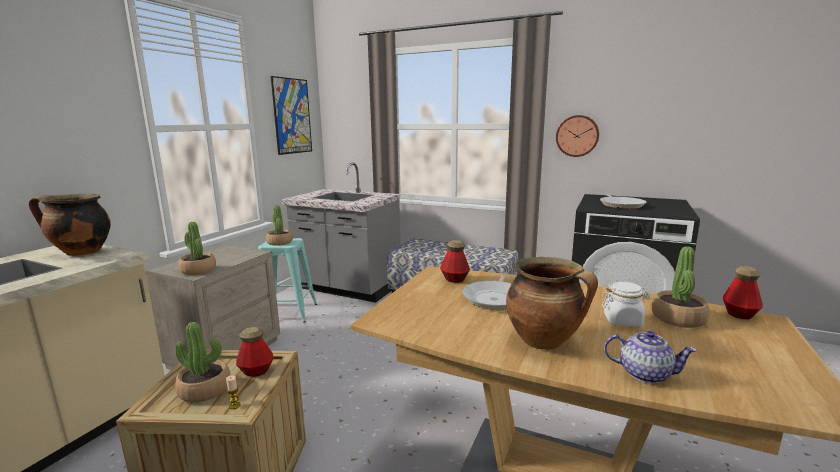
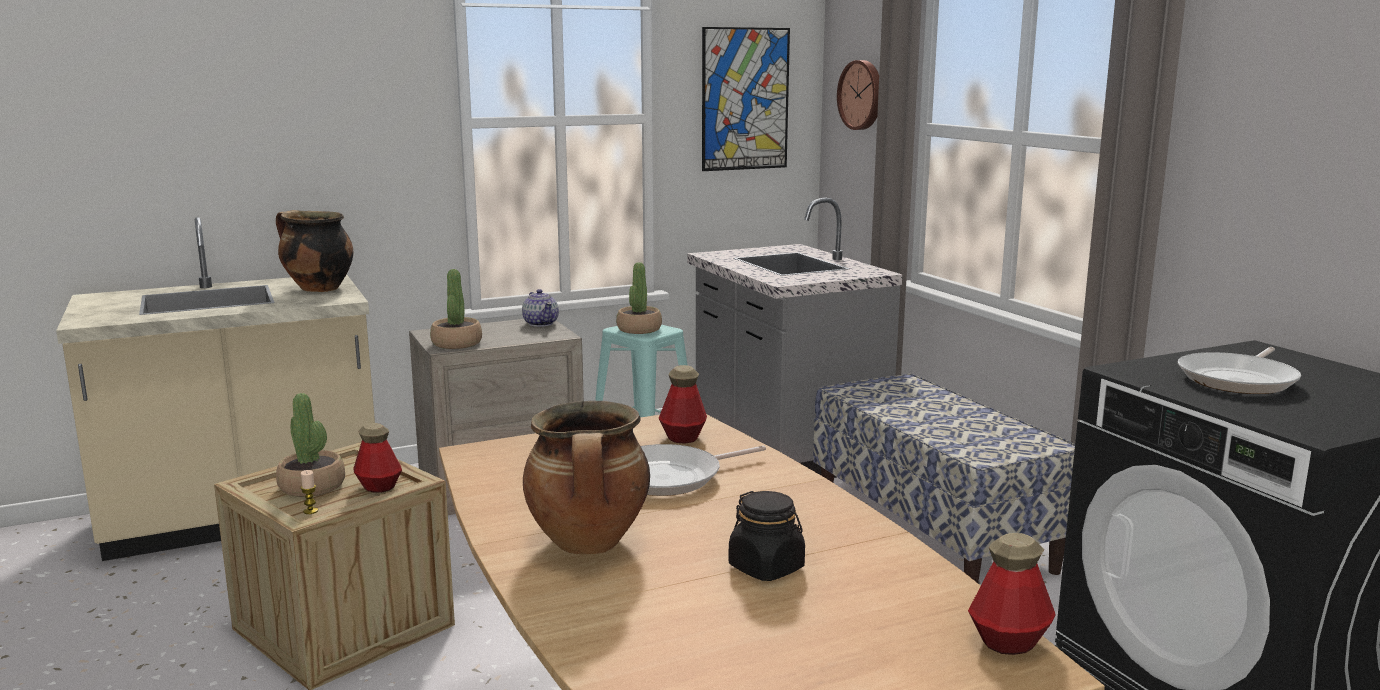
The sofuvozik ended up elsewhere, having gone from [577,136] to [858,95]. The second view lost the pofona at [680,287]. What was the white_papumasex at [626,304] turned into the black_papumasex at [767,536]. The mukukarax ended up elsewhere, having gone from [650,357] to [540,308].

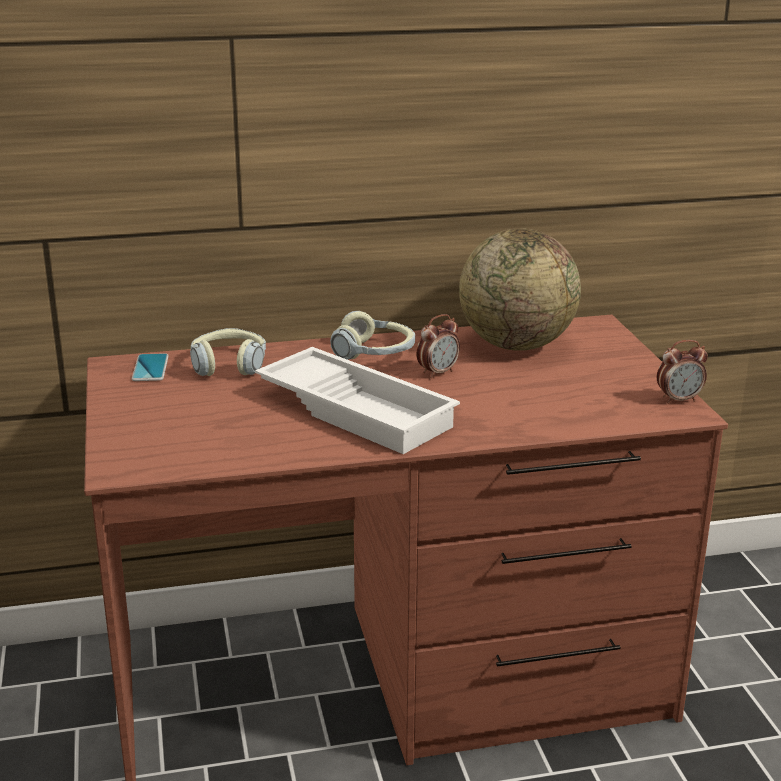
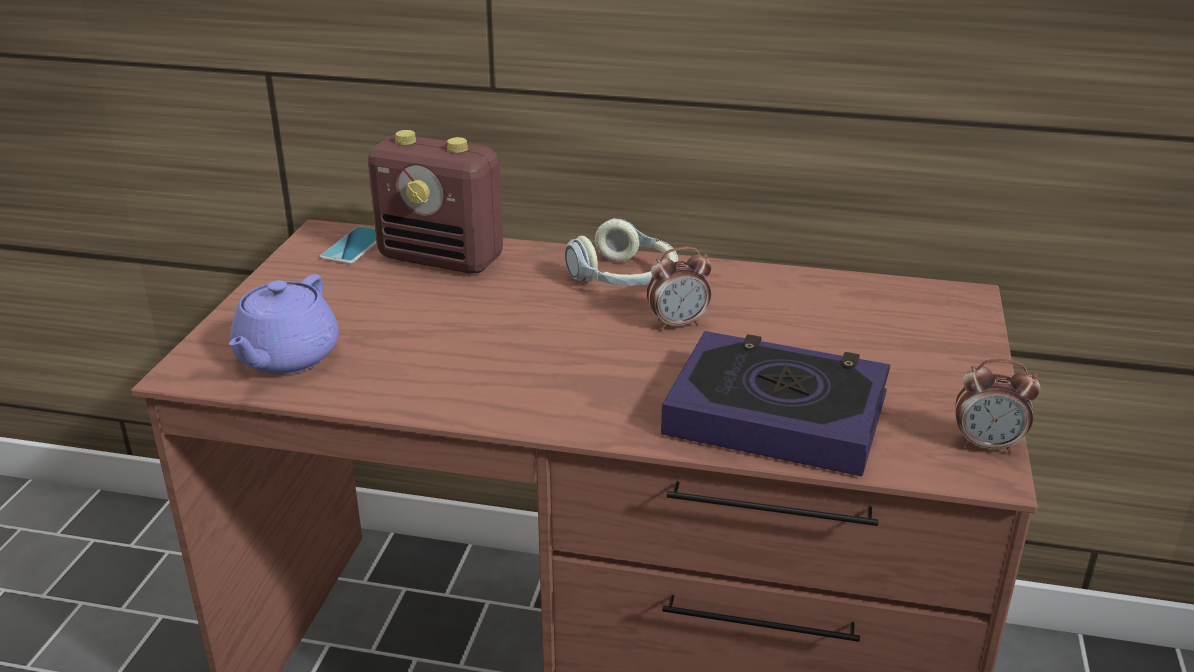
The second view lost the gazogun at [520,289]. Where the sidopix stood at [228,352], the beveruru came to stand at [435,202]. The second view lost the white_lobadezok at [357,400]. The second view gained the purple_mukukarax at [284,324]. The second view gained the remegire at [775,403].

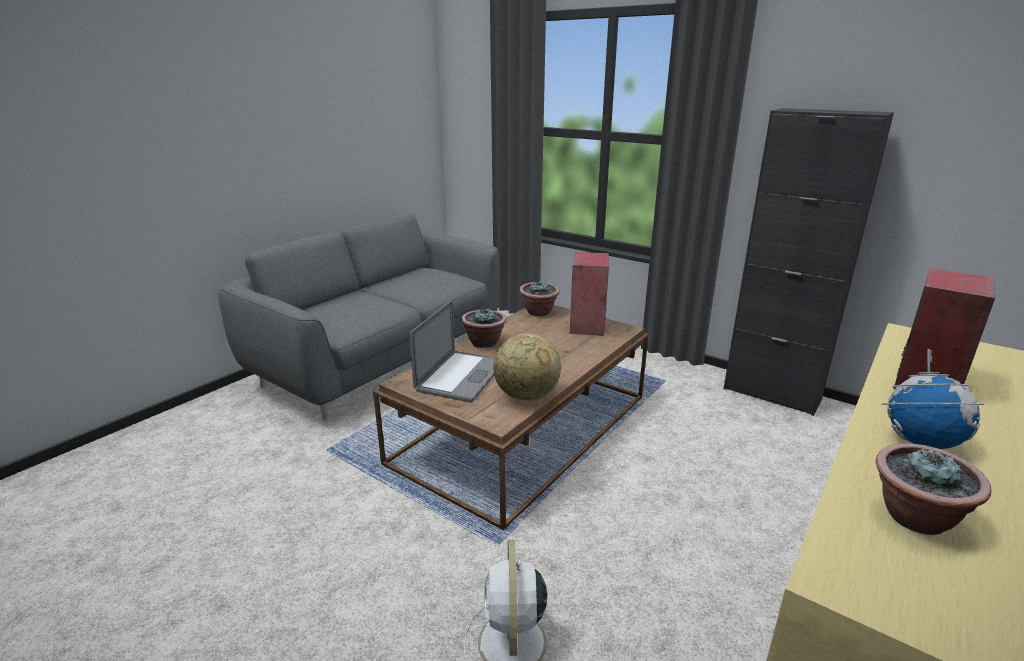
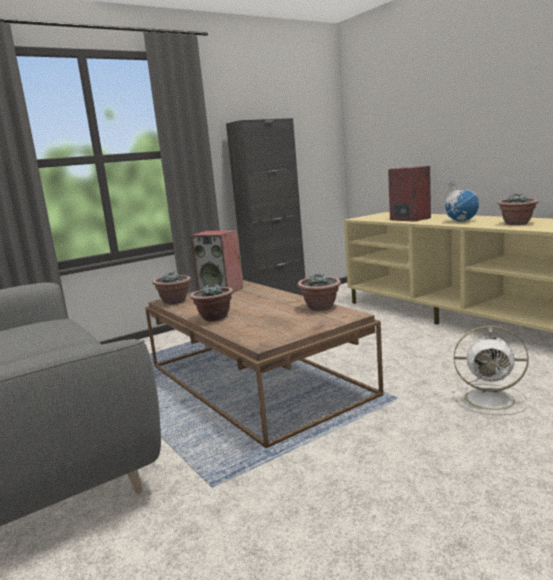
The second view lost the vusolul at [451,351]. Where the gazogun stood at [527,367], the pofona came to stand at [319,292].

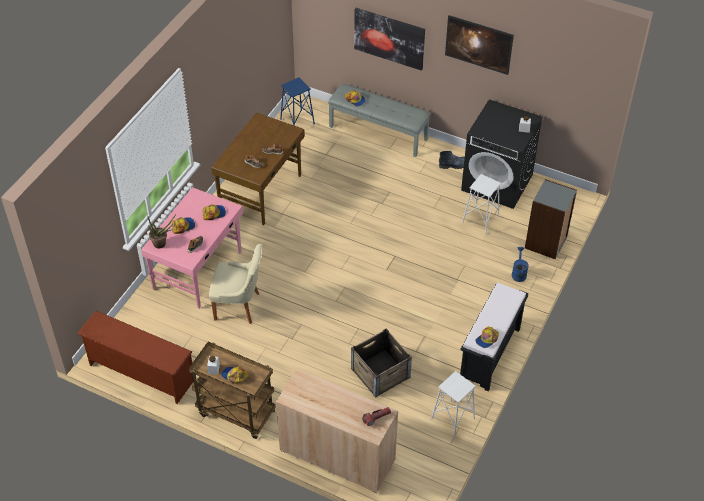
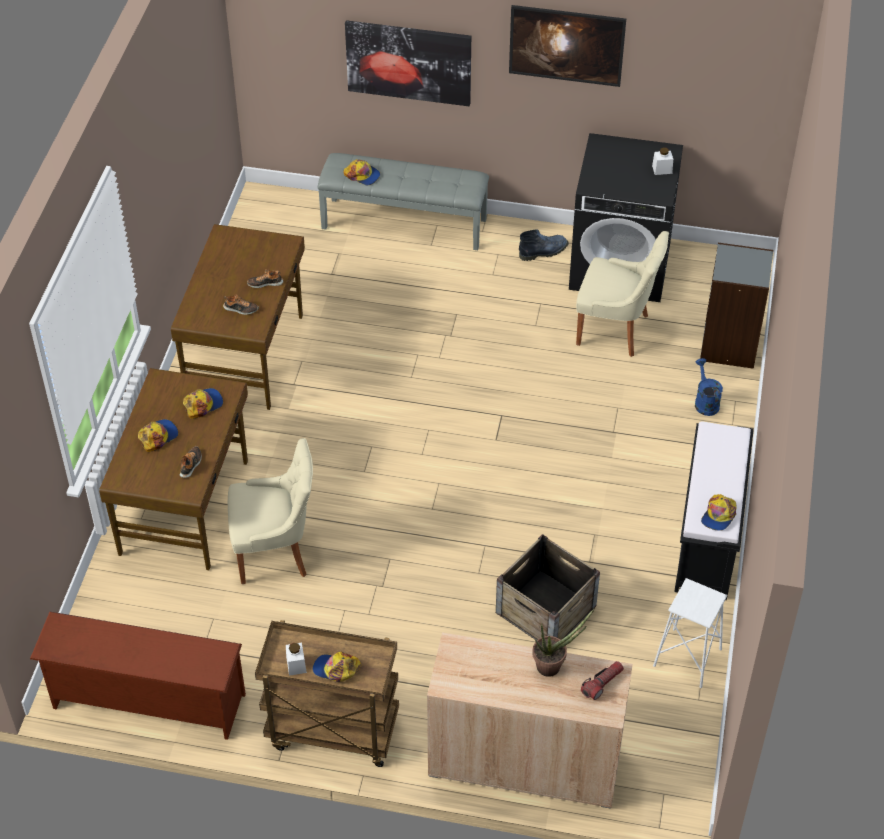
The second view lost the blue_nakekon at [297,101]. Where the white_nakekon stood at [481,204], the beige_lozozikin came to stand at [622,294]. What was the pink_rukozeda at [192,247] turned into the brown_rukozeda at [173,469]. The pofona ended up elsewhere, having gone from [161,231] to [563,642].

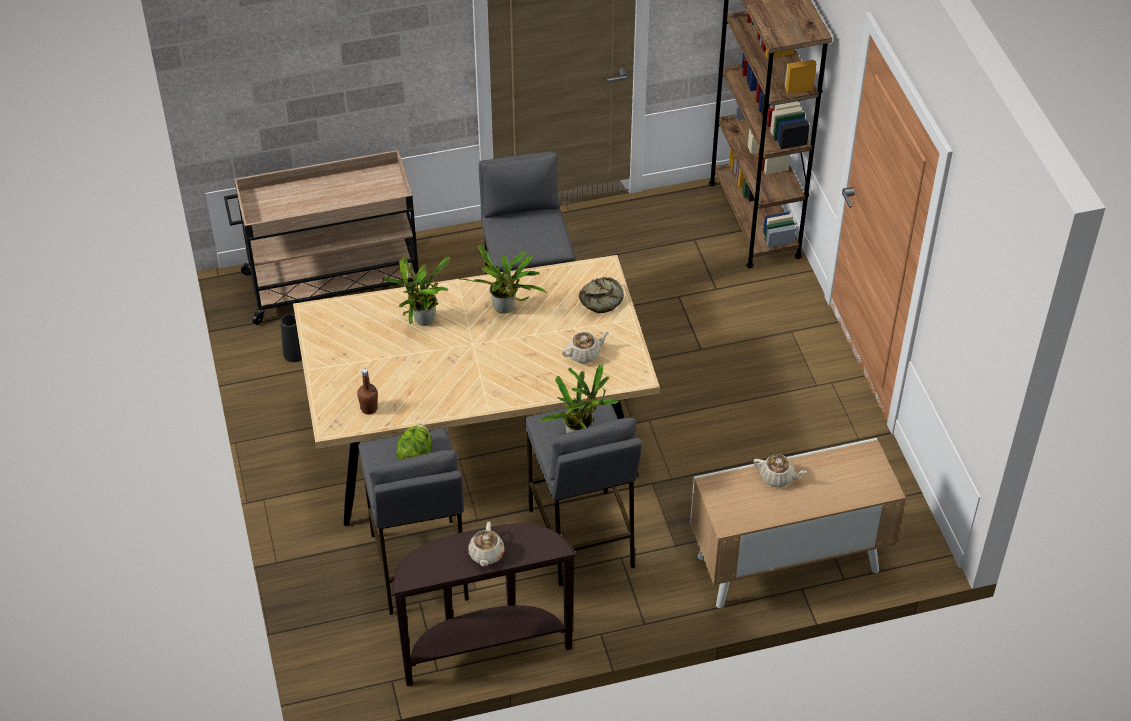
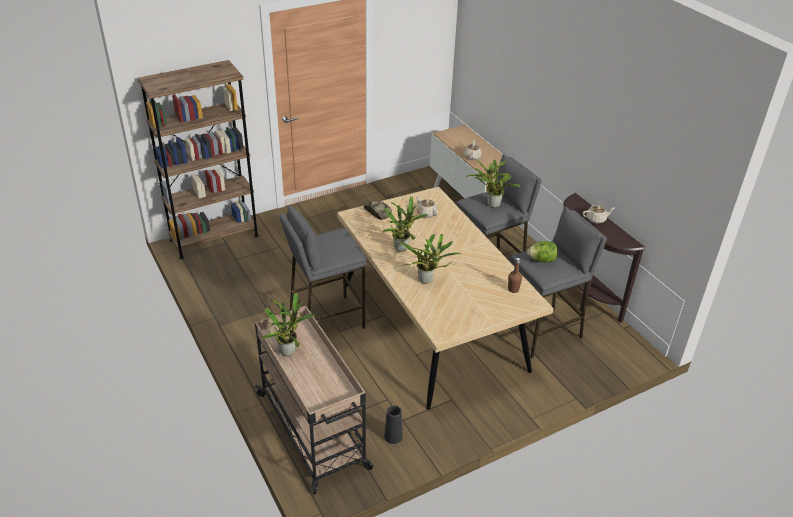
The second view gained the pofona at [287,324].

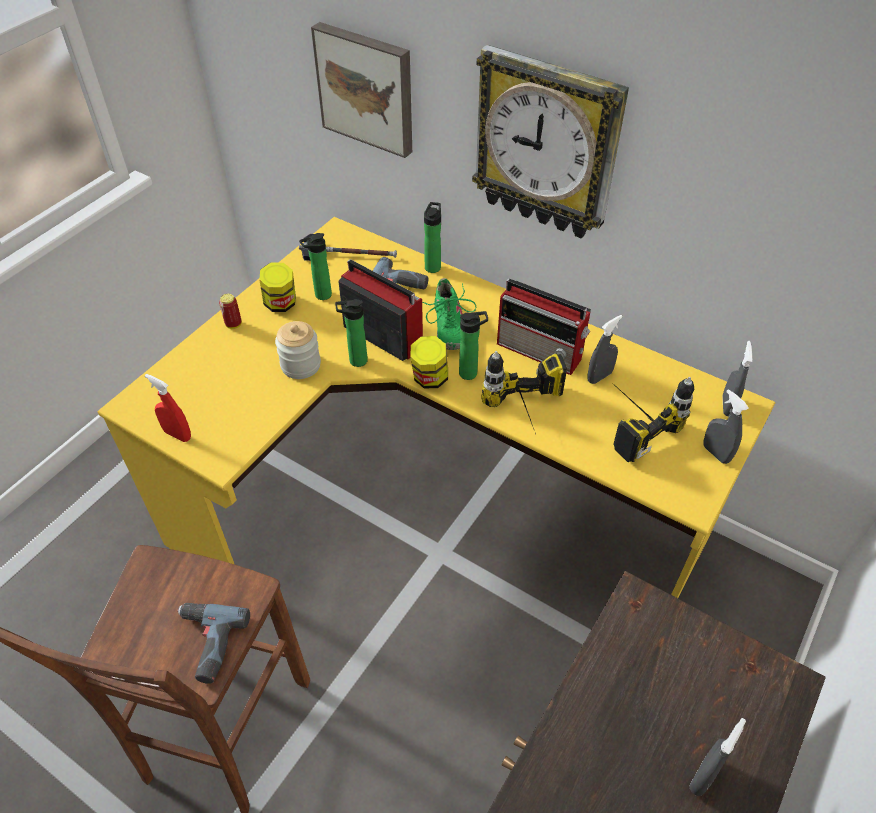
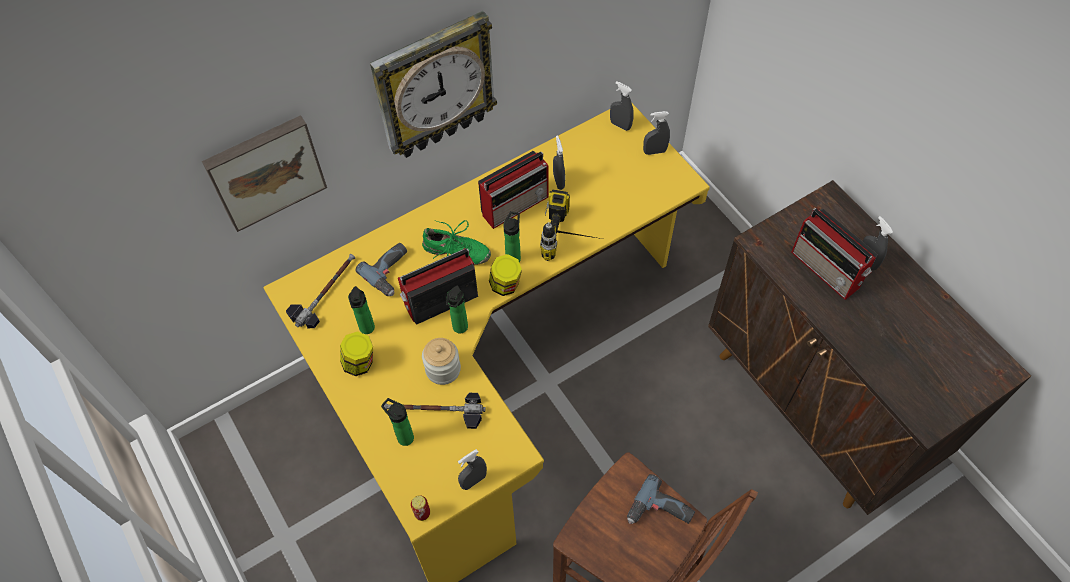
The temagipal ended up elsewhere, having gone from [432,237] to [397,422]. The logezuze ended up elsewhere, having gone from [230,311] to [420,508]. What was the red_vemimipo at [168,408] turned into the grey_vemimipo at [472,469]. The second view lost the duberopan at [652,419]. The second view gained the beveruru at [834,254]. The second view gained the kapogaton at [434,411].

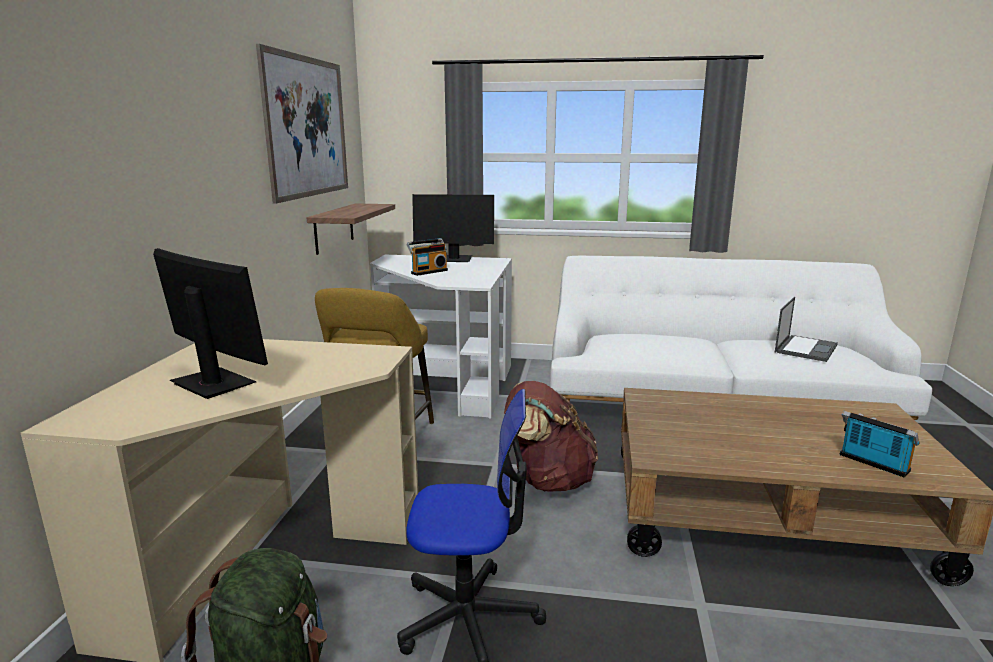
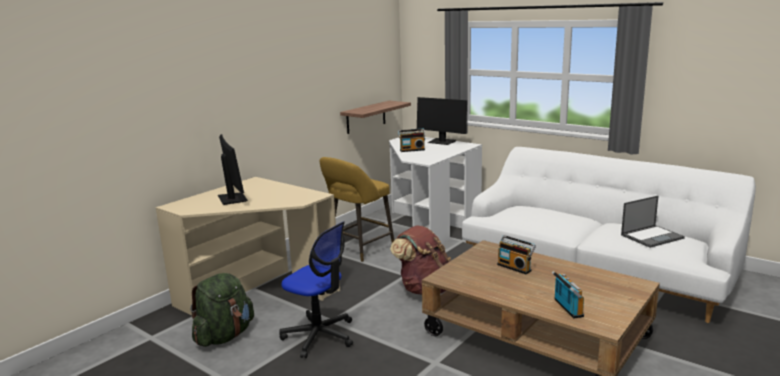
The second view lost the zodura at [302,124]. The second view gained the beveruru at [516,254].

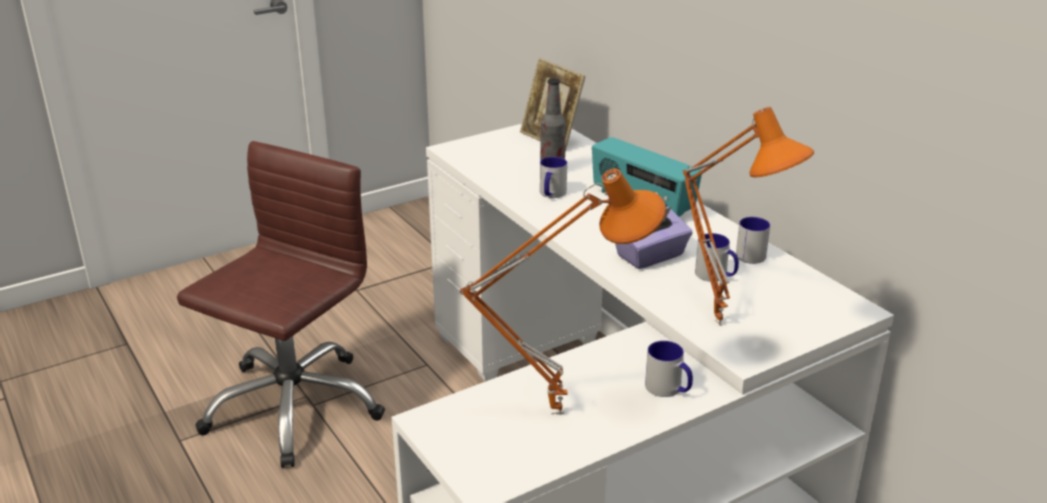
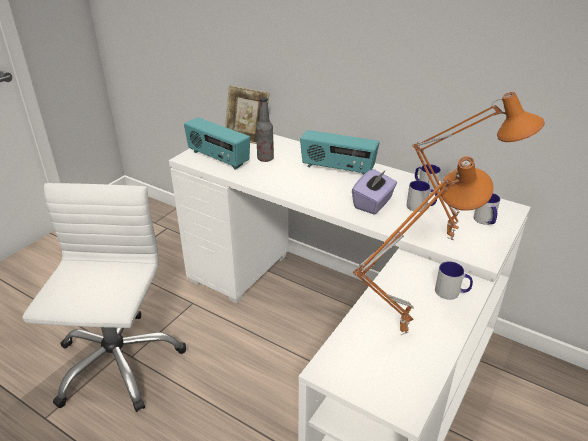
What was the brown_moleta at [281,304] turned into the white_moleta at [104,297]. The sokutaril ended up elsewhere, having gone from [553,177] to [487,209]. The second view gained the beveruru at [217,143].

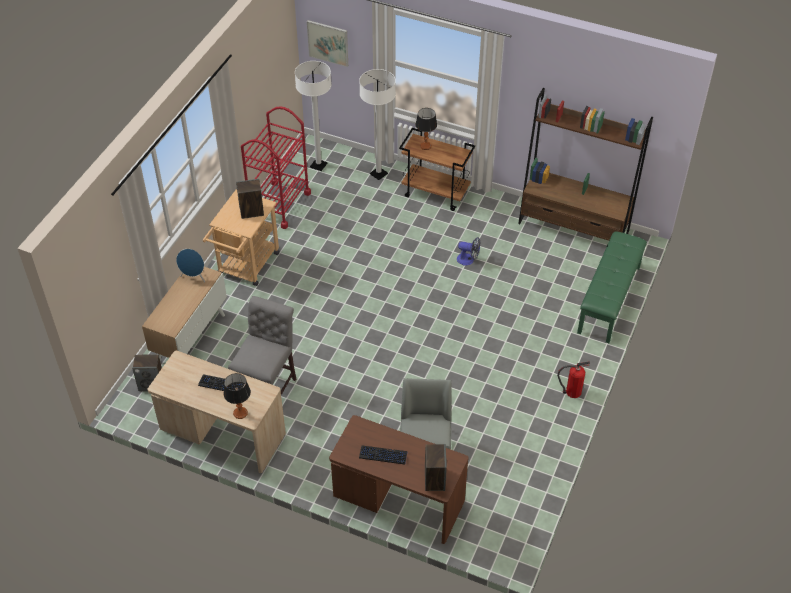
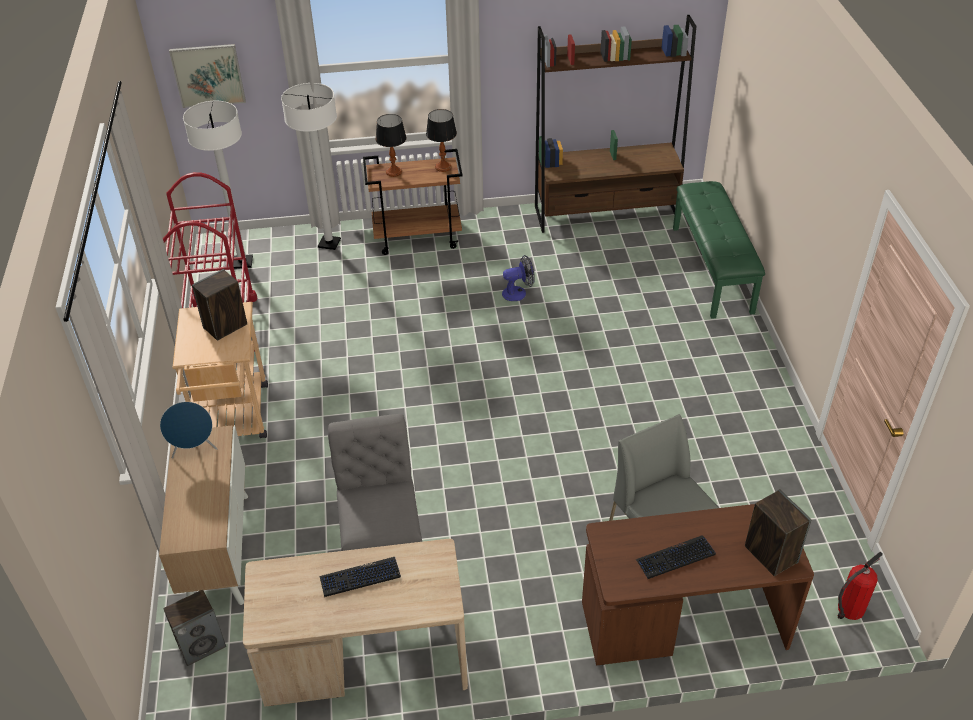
The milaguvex ended up elsewhere, having gone from [573,380] to [860,586]. The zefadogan ended up elsewhere, having gone from [237,396] to [441,140].

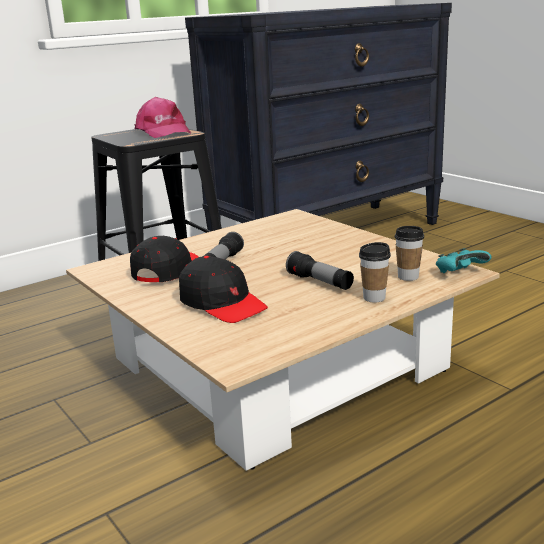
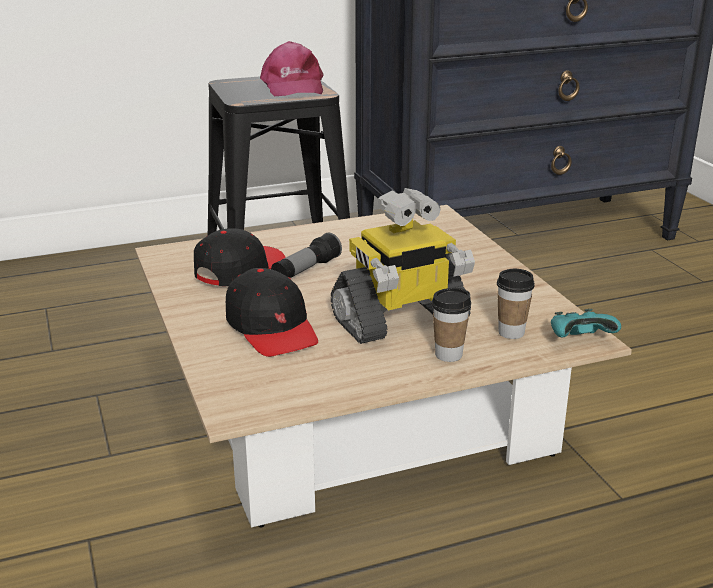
Where the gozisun stood at [320,270], the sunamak came to stand at [403,266].

